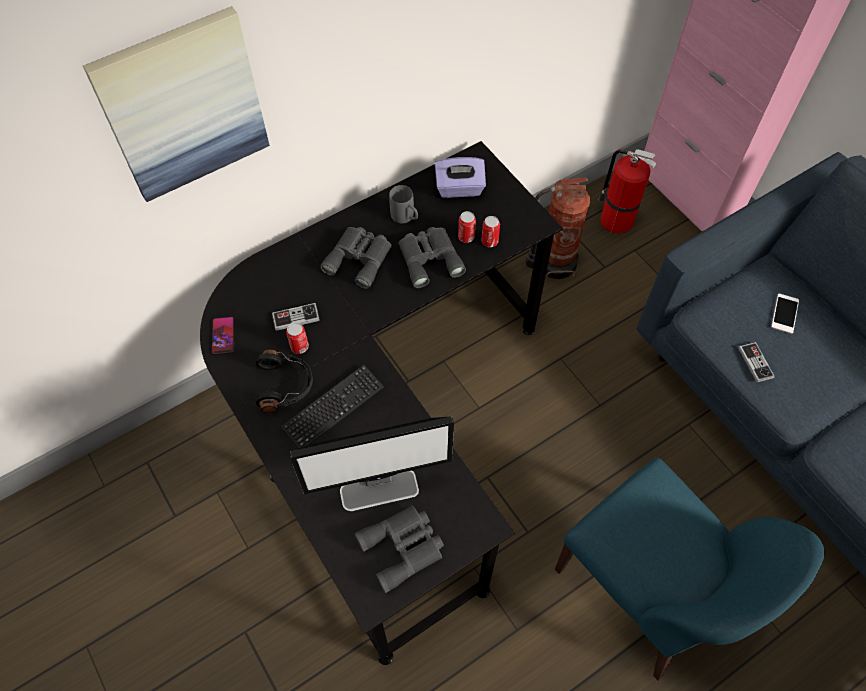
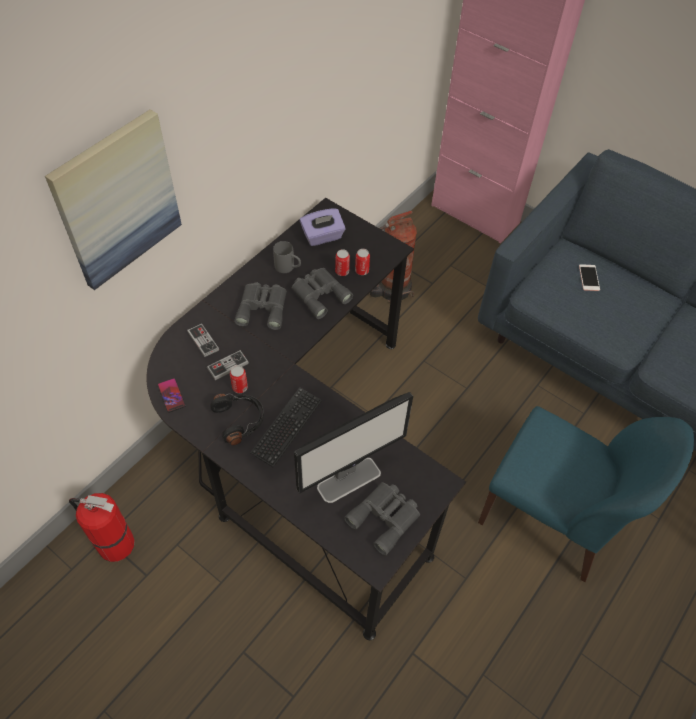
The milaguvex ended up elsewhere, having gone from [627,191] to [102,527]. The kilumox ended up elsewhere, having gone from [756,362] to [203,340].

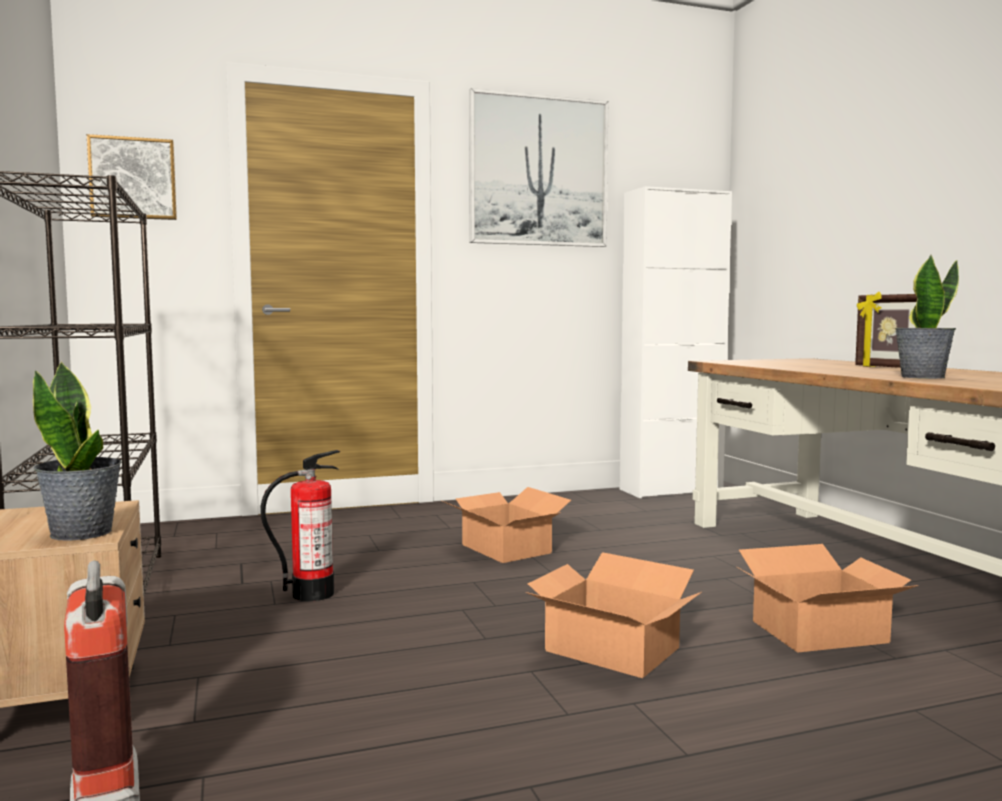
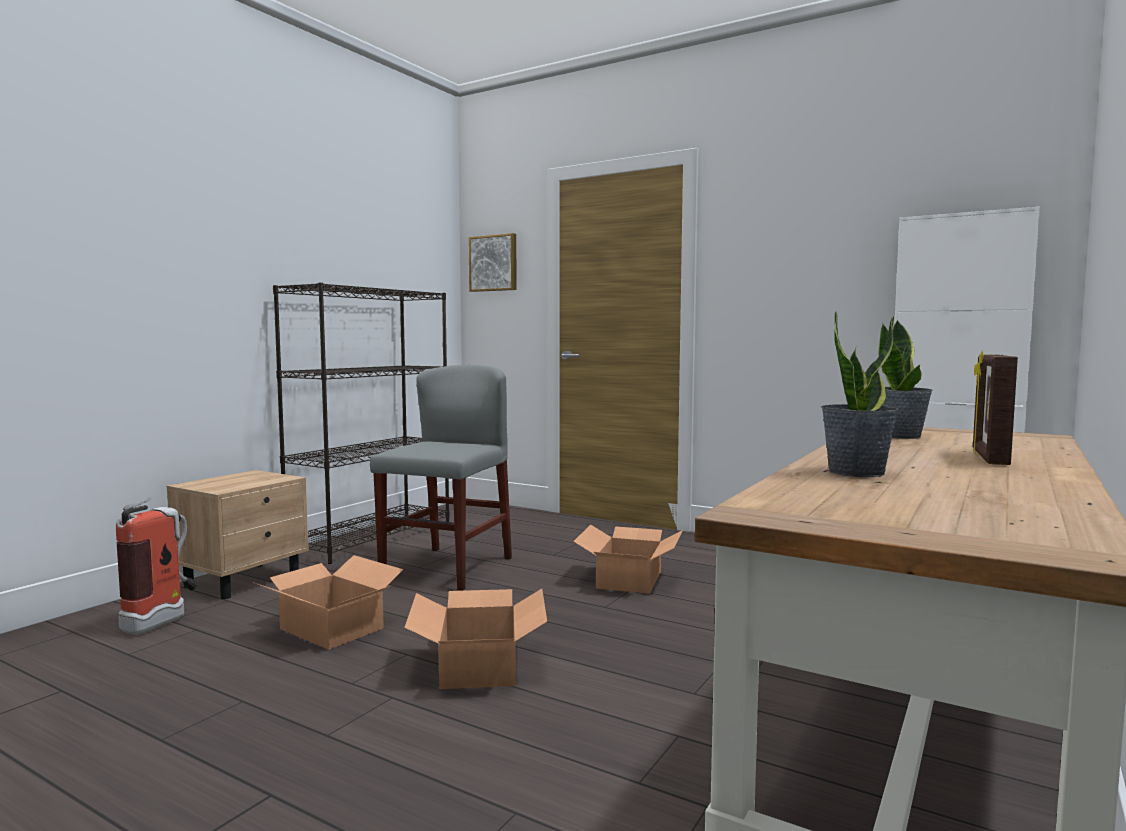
The second view lost the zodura at [538,167]. The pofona ended up elsewhere, having gone from [77,451] to [905,379]. Where the milaguvex stood at [300,525], the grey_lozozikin came to stand at [441,478]. The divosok ended up elsewhere, having gone from [827,598] to [328,602].

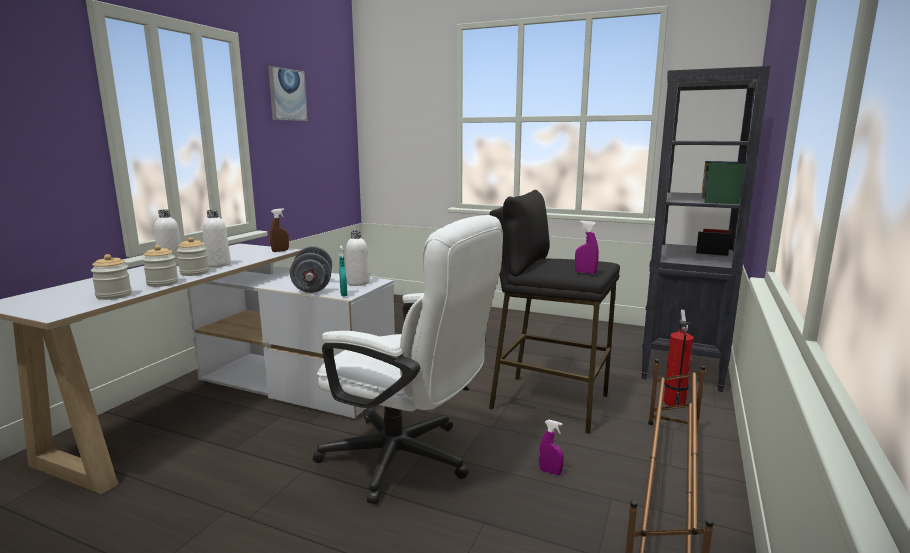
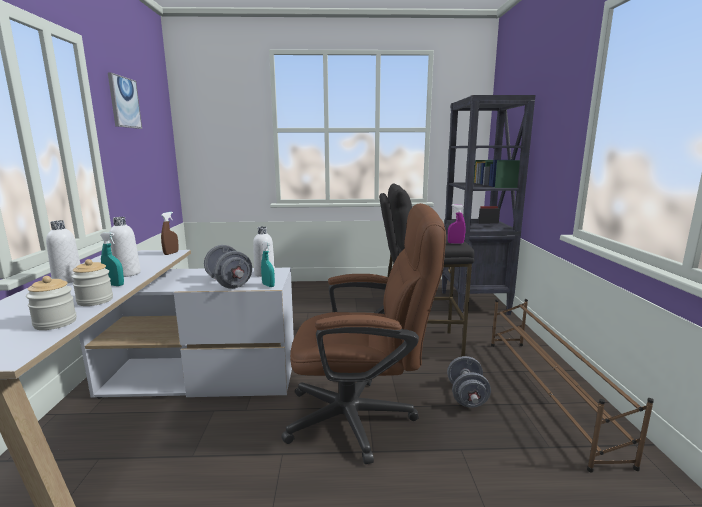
What was the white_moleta at [408,359] turned into the brown_moleta at [363,333]. Where the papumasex stood at [193,256], the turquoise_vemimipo came to stand at [112,259]. The second view lost the milaguvex at [679,358]. Where the purple_vemimipo stood at [551,447], the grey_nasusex came to stand at [469,382].

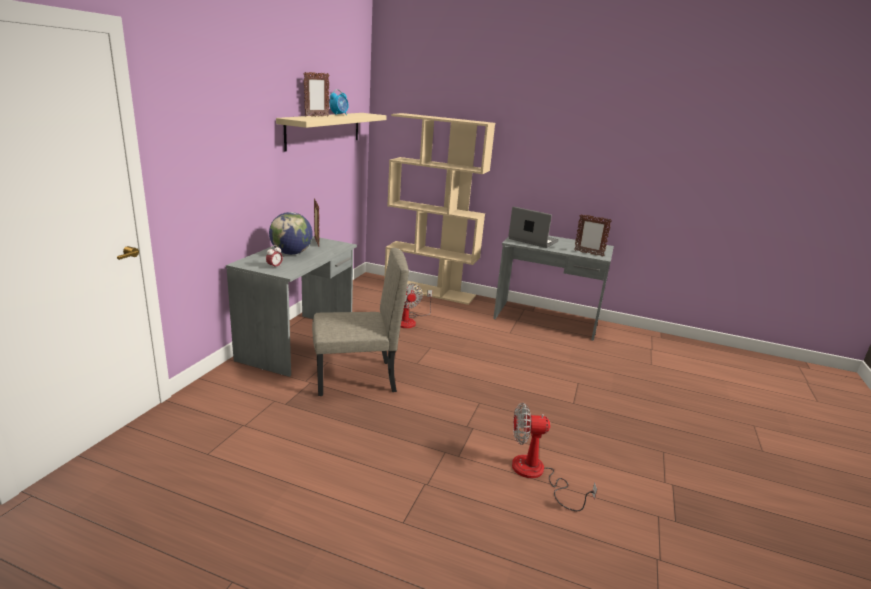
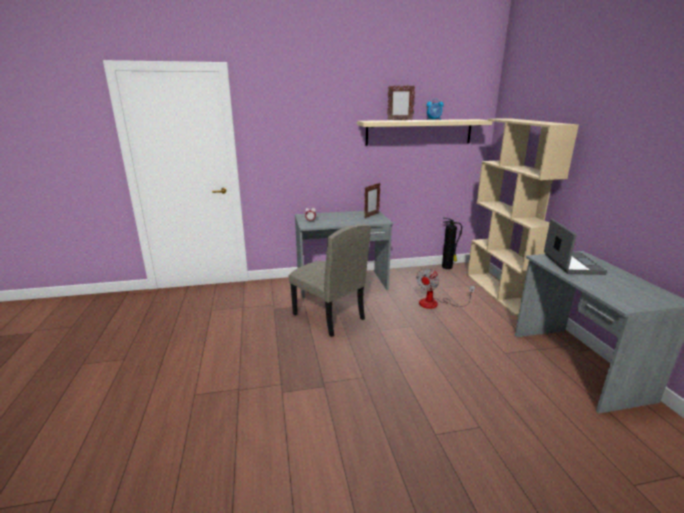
The second view lost the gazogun at [291,233]. The second view lost the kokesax at [593,235]. The second view lost the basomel at [554,457]. The second view gained the milaguvex at [452,243].

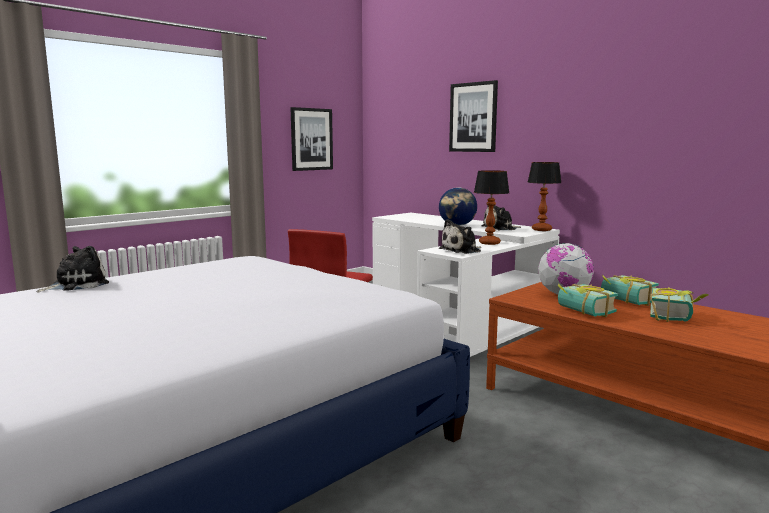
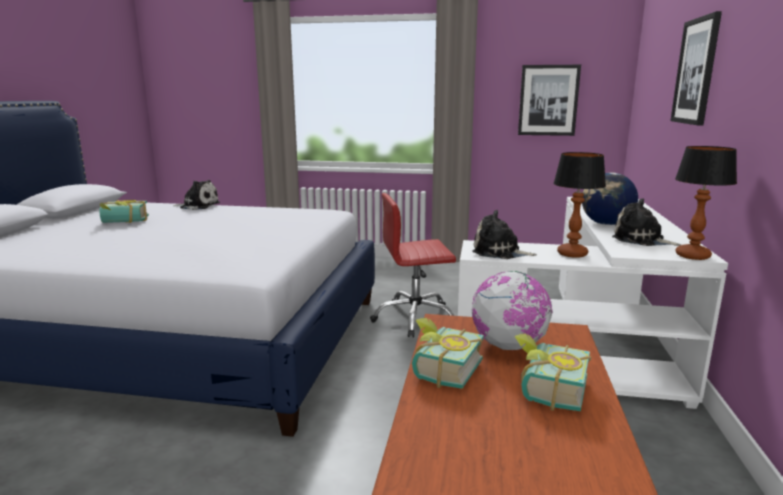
The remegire ended up elsewhere, having gone from [679,304] to [124,211].

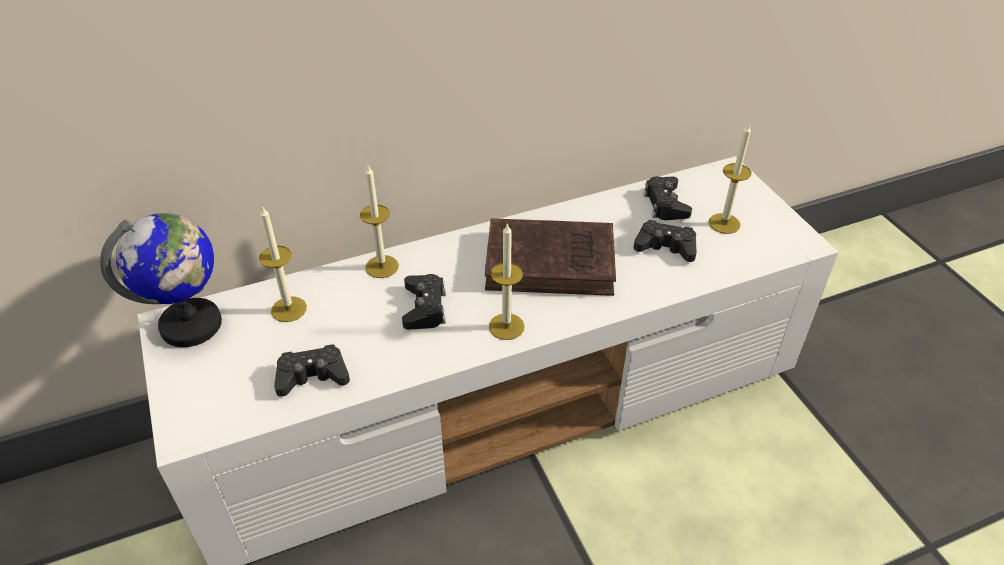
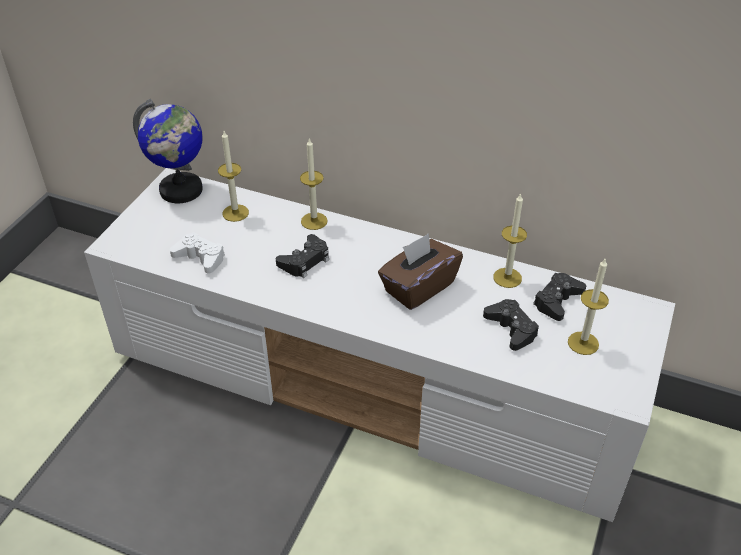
Where the brown_remegire stood at [550,257], the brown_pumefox came to stand at [420,271]. The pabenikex ended up elsewhere, having gone from [507,281] to [510,240]. What was the black_kilumox at [312,370] turned into the white_kilumox at [197,252].

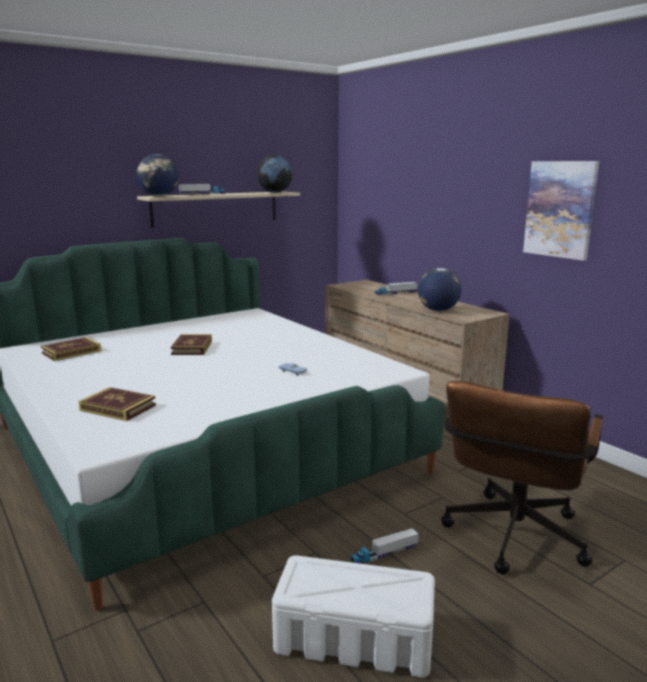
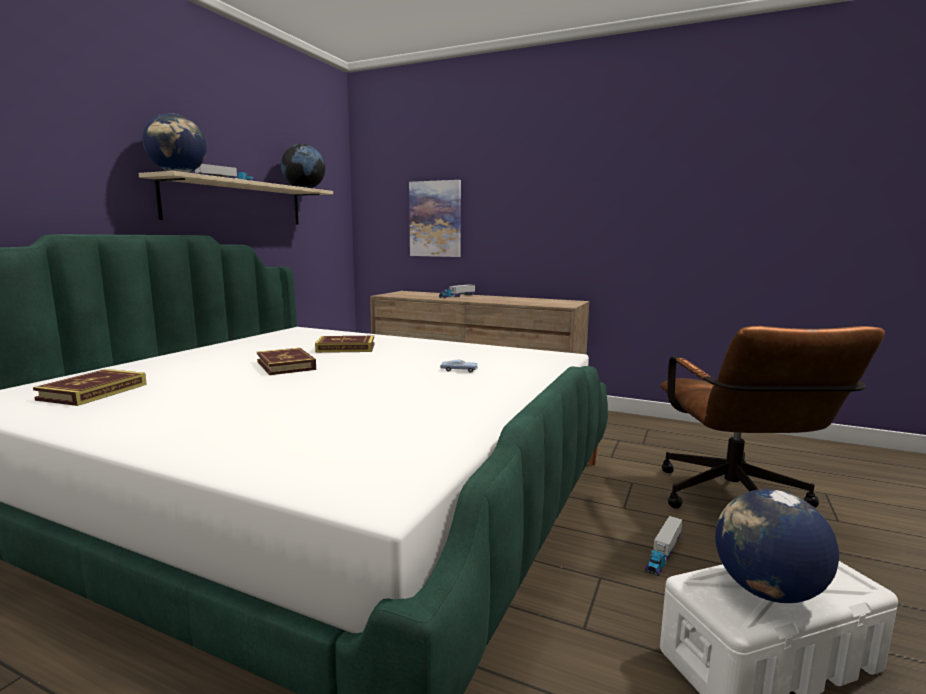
The zodura ended up elsewhere, having gone from [561,211] to [435,218]. The gazogun ended up elsewhere, having gone from [439,289] to [777,546]. The remegire ended up elsewhere, having gone from [117,404] to [344,344].

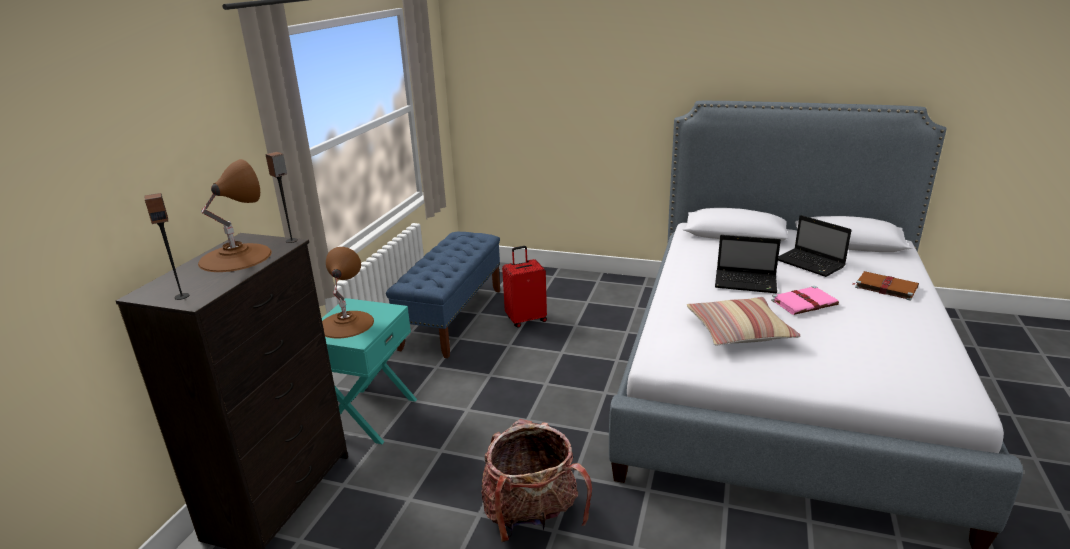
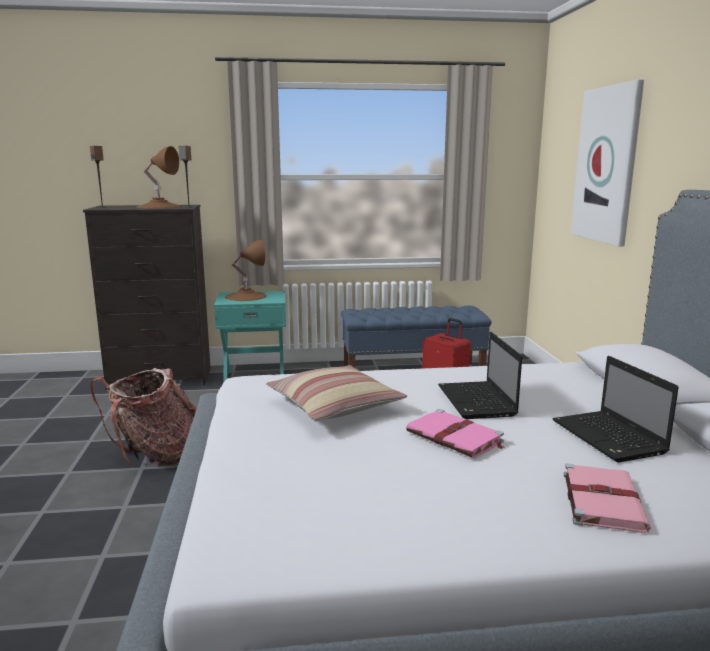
The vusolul at [815,246] ended up facing another way, 45 degrees counterclockwise from before. What was the brown_remegire at [886,286] turned into the pink_remegire at [607,498]. The second view gained the zodura at [607,162].

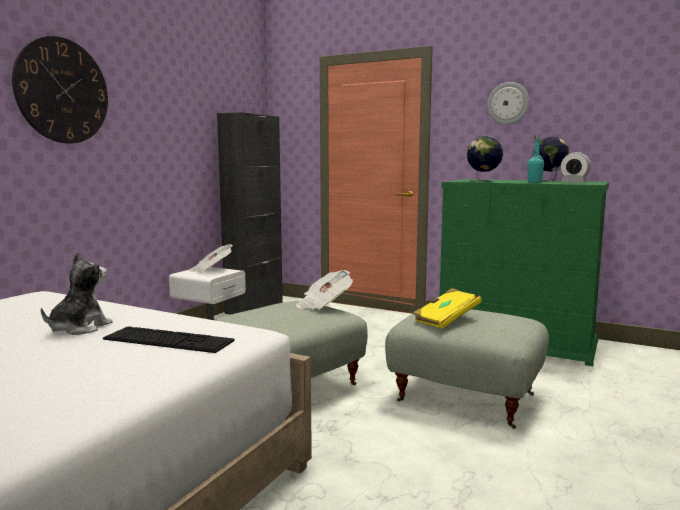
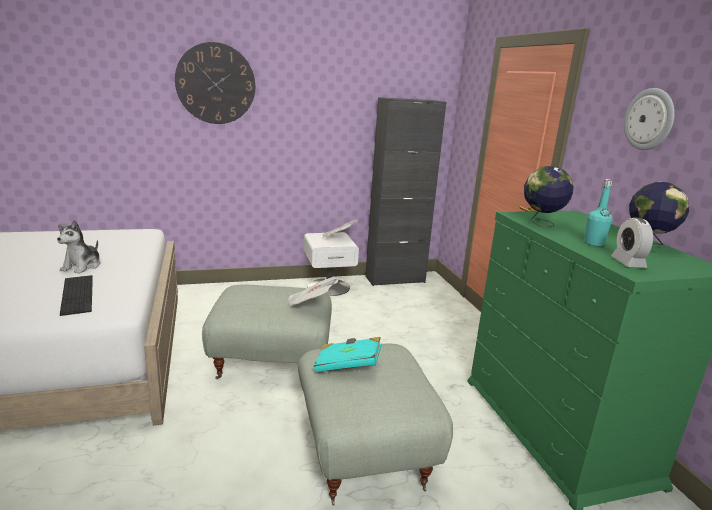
The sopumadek at [77,293] ended up facing another way, 120 degrees clockwise from before. What was the yellow_remegire at [447,308] turned into the turquoise_remegire at [348,354].

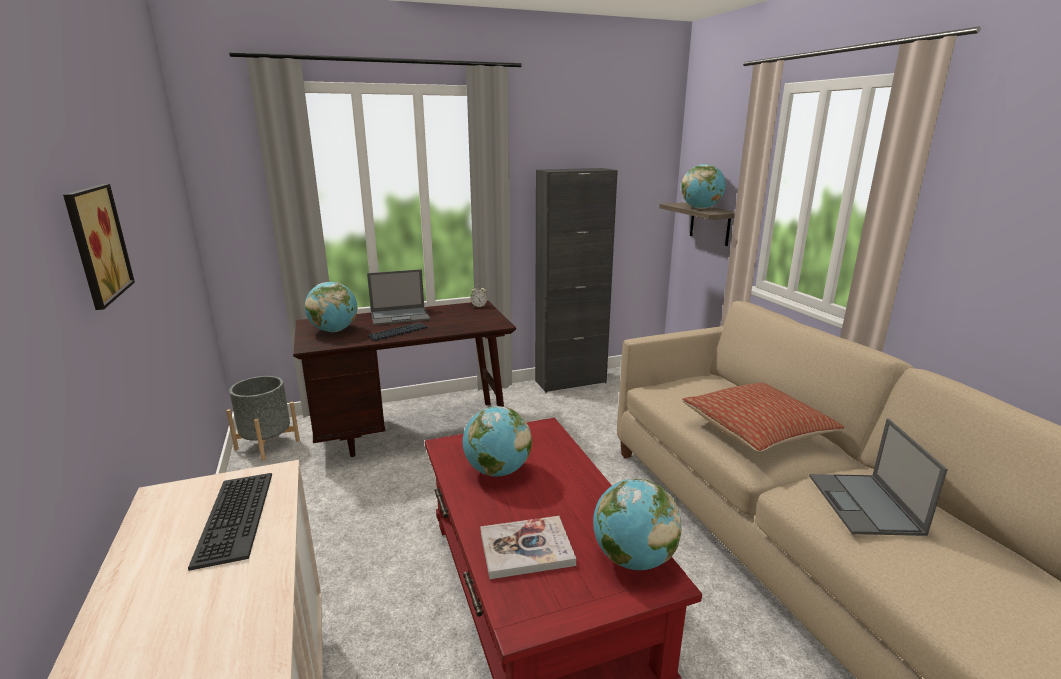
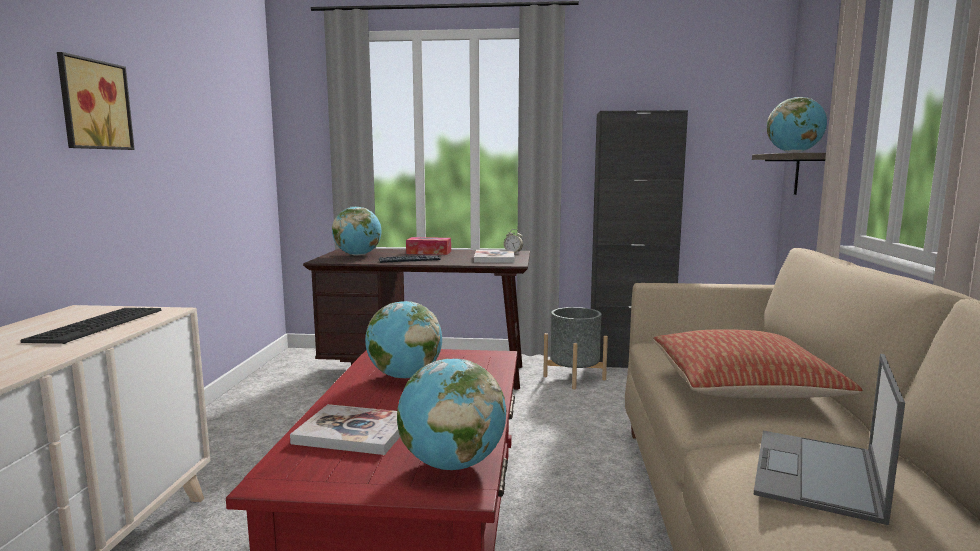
Where the vusolul stood at [398,297], the pumefox came to stand at [428,246]. The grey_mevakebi ended up elsewhere, having gone from [263,418] to [575,348]. The second view gained the remegire at [494,256].

